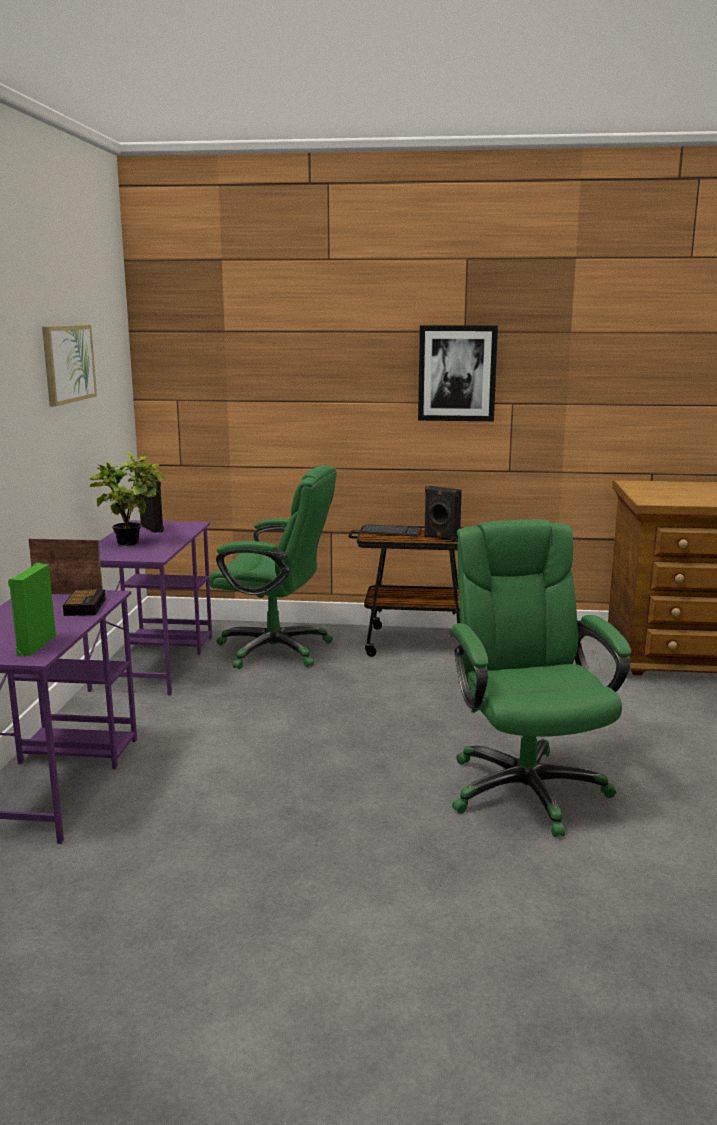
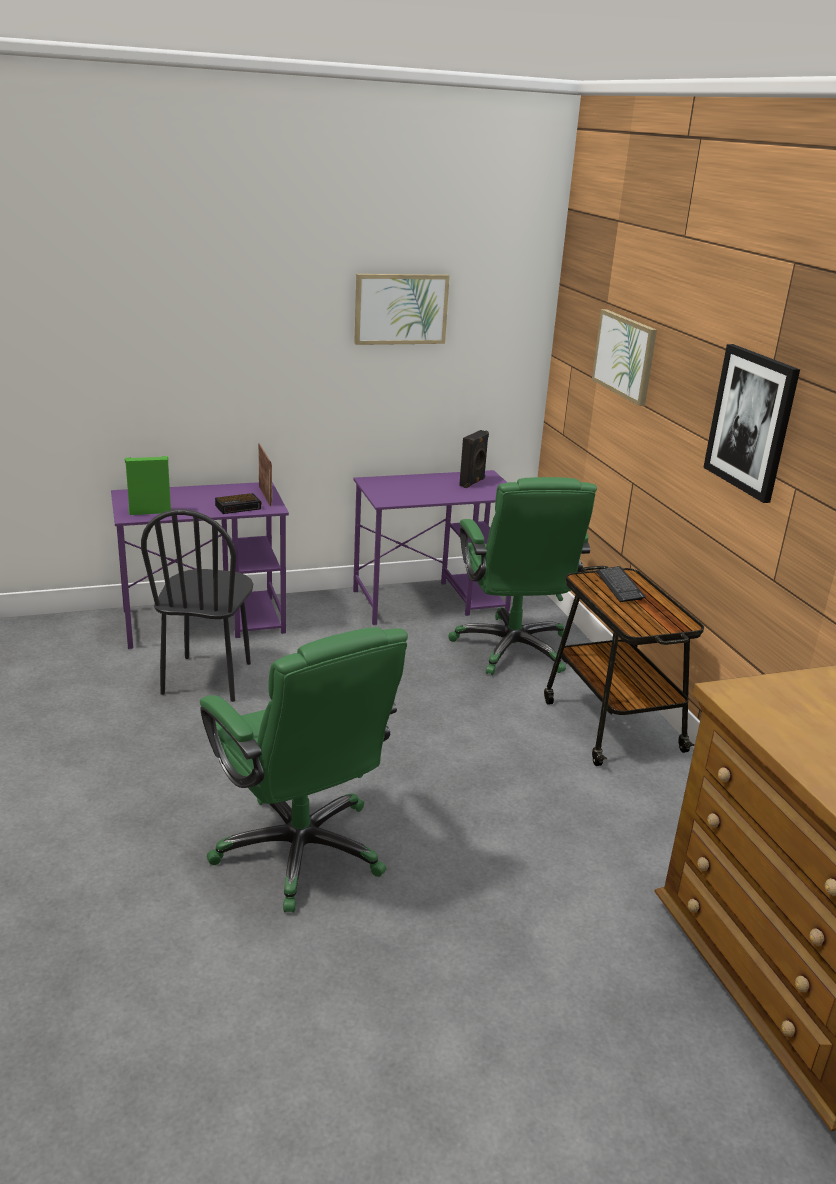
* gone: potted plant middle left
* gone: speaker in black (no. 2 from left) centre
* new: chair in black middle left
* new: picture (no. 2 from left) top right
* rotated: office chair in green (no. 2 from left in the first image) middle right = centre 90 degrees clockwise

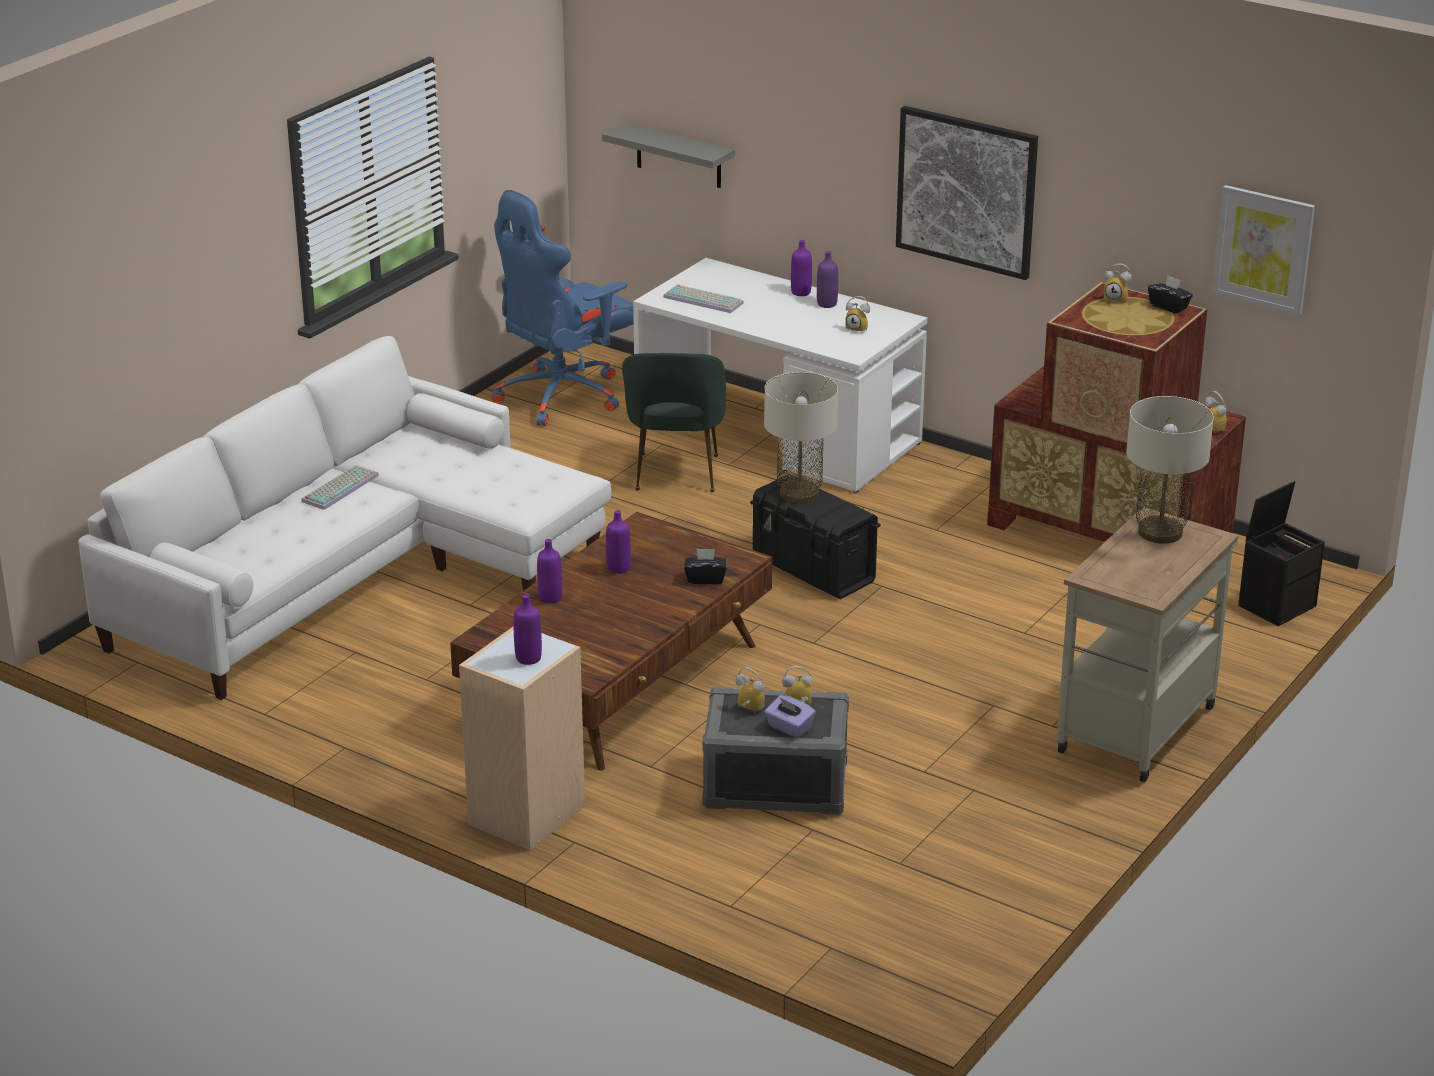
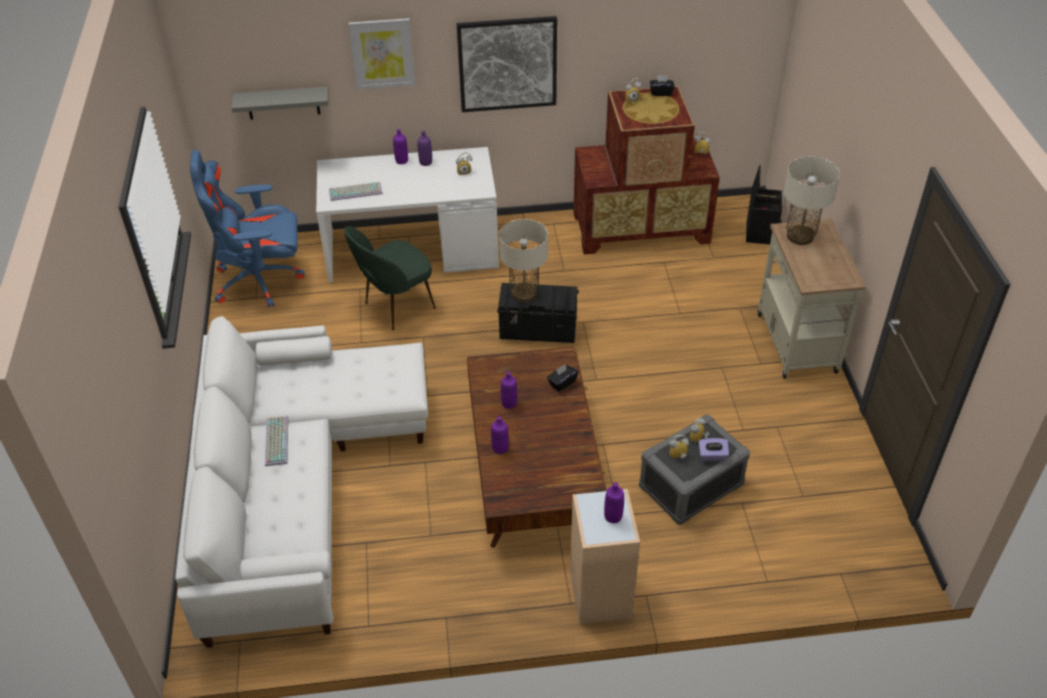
* shifted: picture (no. 2 from left in the first image) top right to picture (no. 1 from left) top centre
* rotated: office chair in blue top centre = top left 75 degrees clockwise
* rotated: chair in green centre = centre 90 degrees clockwise

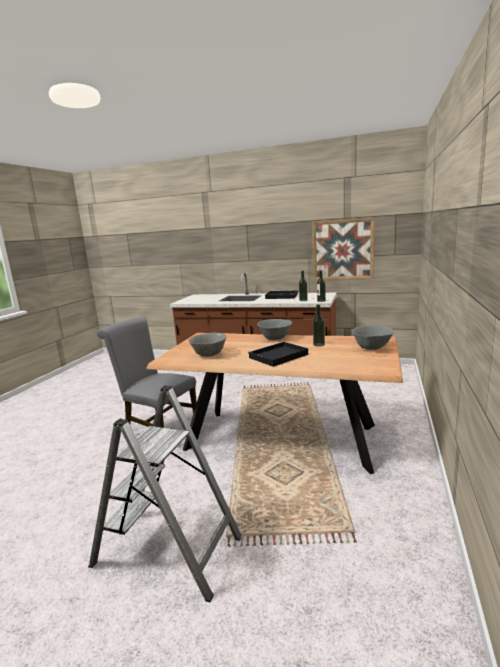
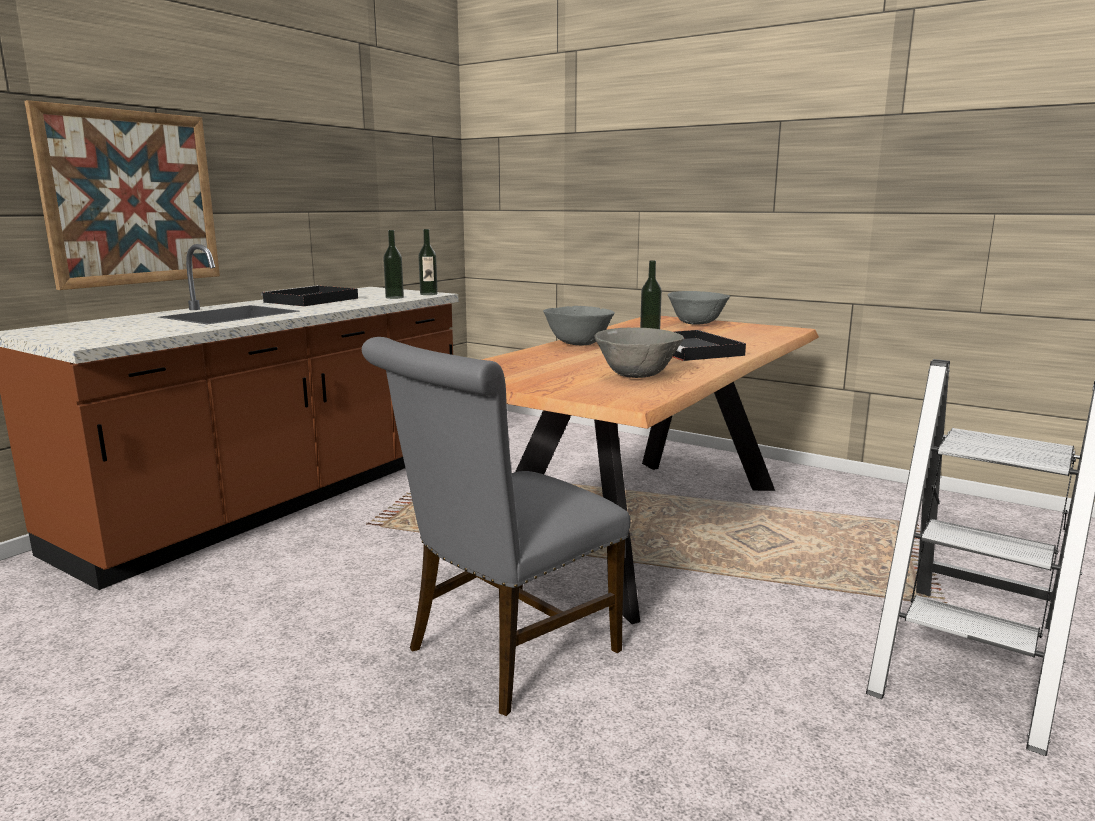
* shifted: picture middle right to top left

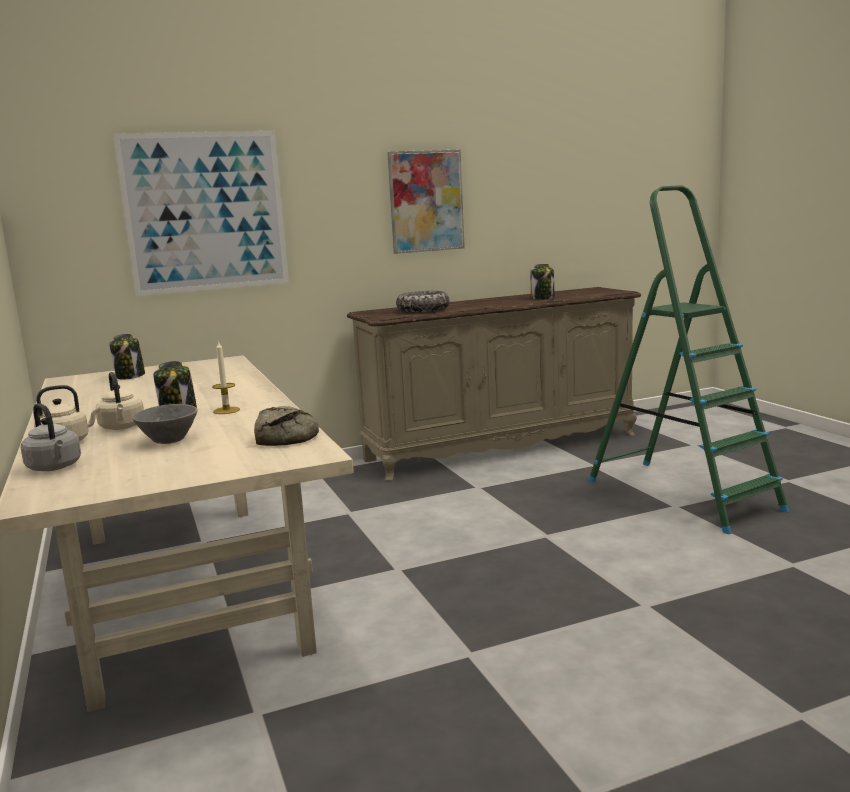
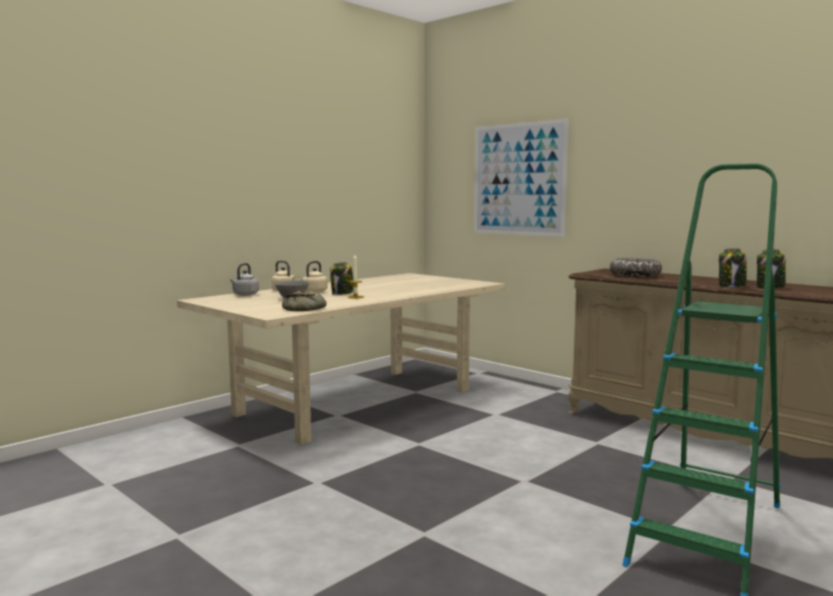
* gone: picture (no. 2 from left) top centre
* shifted: jar (no. 1 from left in the first image) middle left to jar (no. 2 from left) middle right

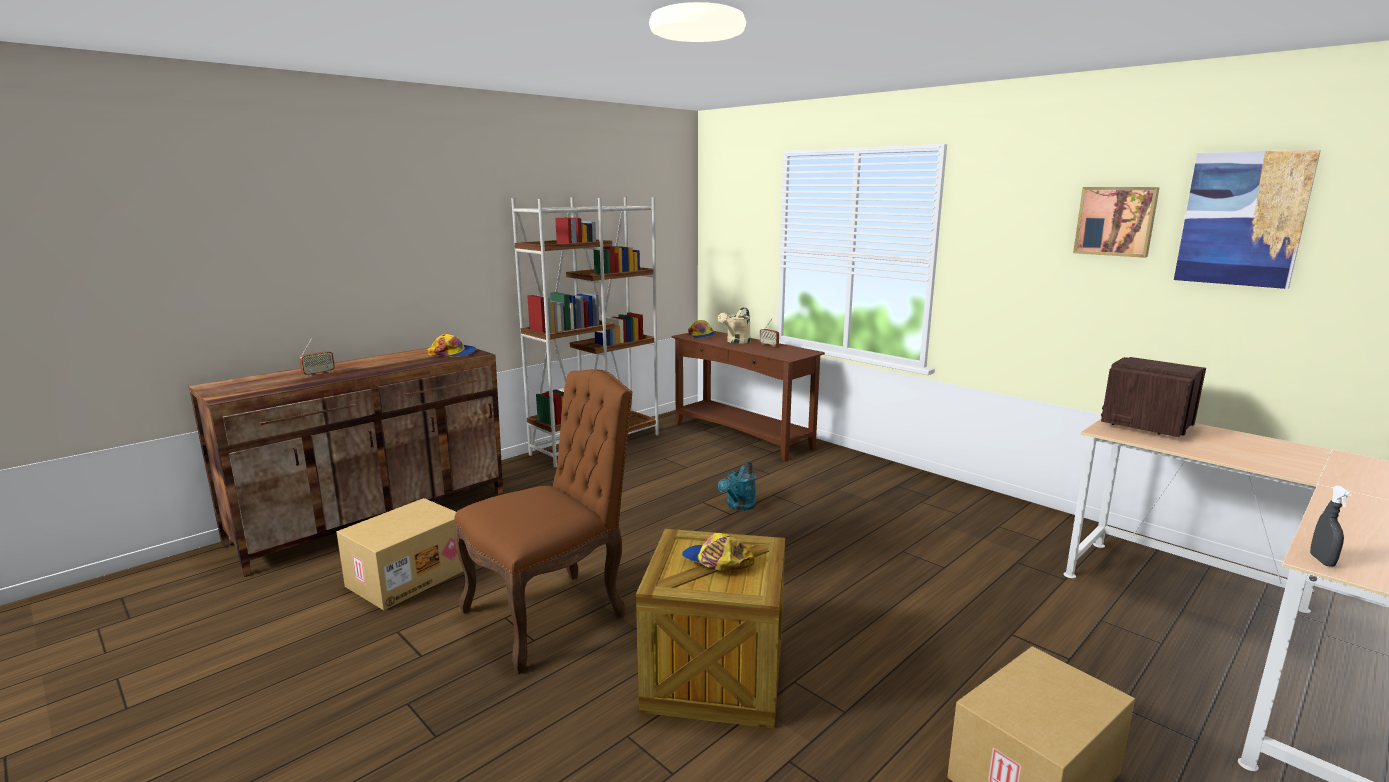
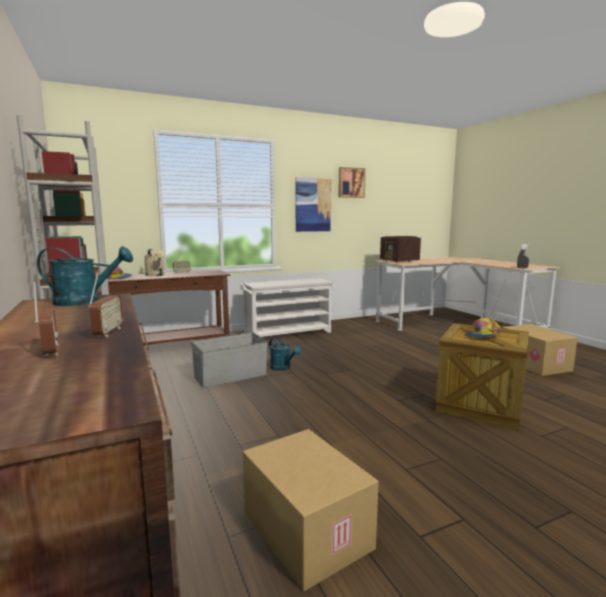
* gone: chair in brown centre
* new: radio (no. 2 from left) middle left
* new: storage box in grey centre
* new: shoe rack in white centre
* shifted: picture (no. 2 from left in the first image) top right to picture (no. 1 from left) centre
* swapped: cap (no. 1 from left) middle left to watering can in turquoise (no. 1 from left) middle left

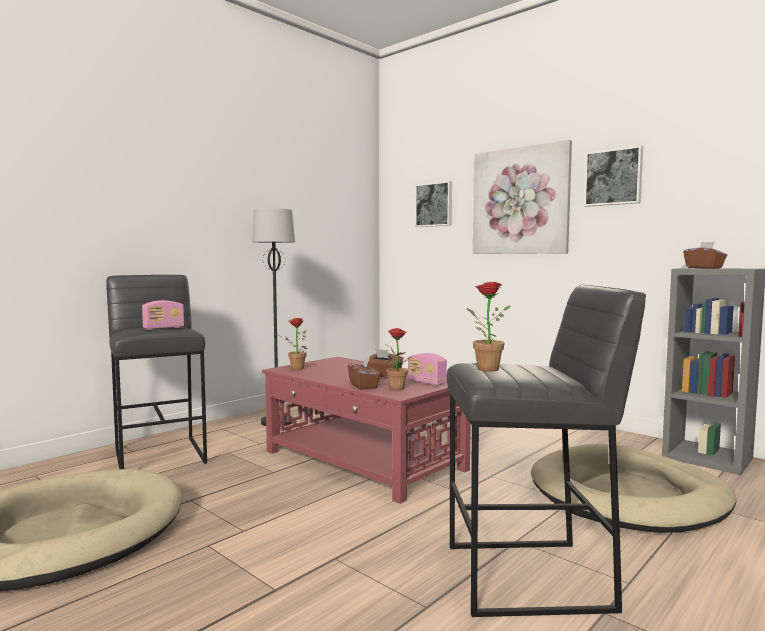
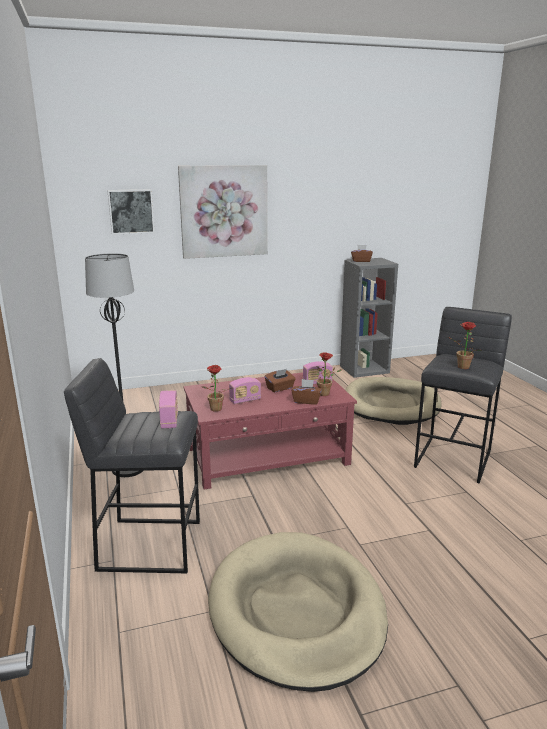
* gone: picture (no. 3 from left) top right
* new: radio (no. 2 from left) centre

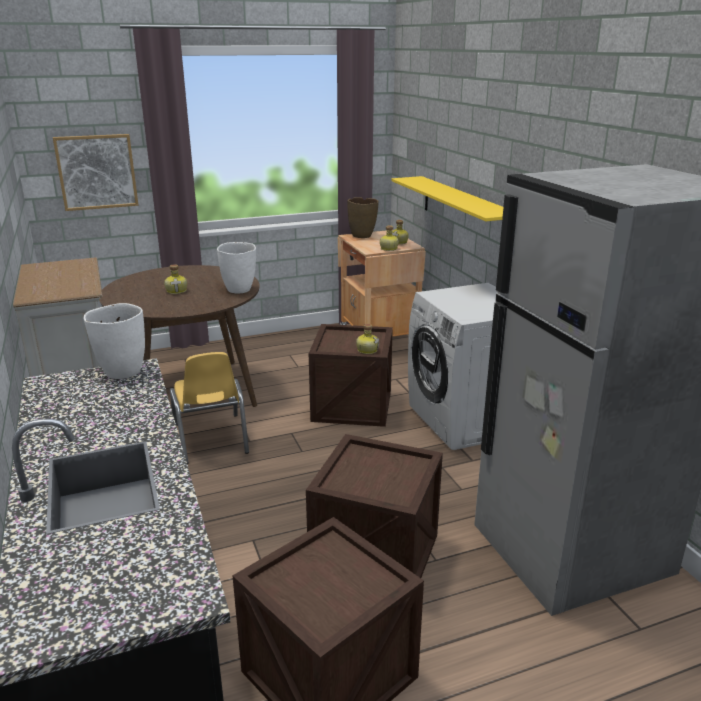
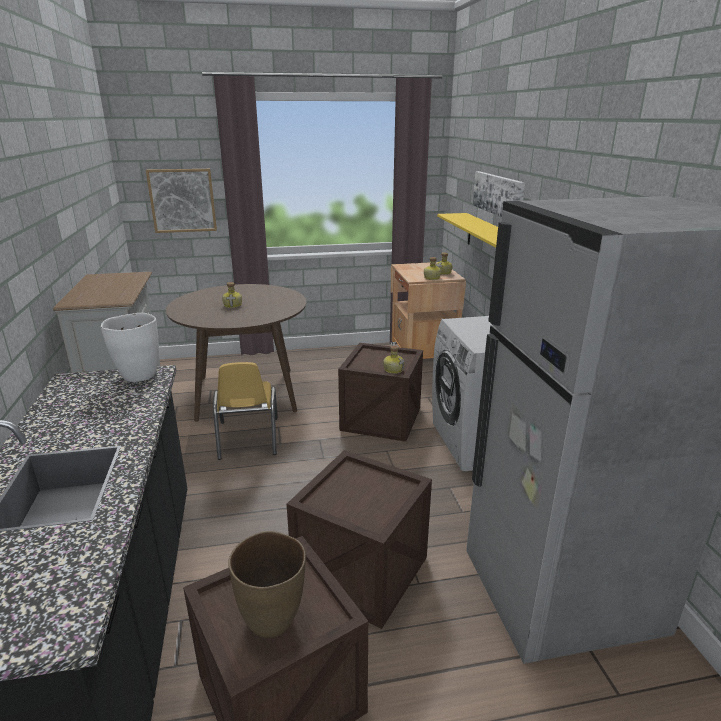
* gone: vase in white (no. 2 from left) centre
* new: picture (no. 2 from left) top right
* shifted: vase in brown top centre to bottom centre

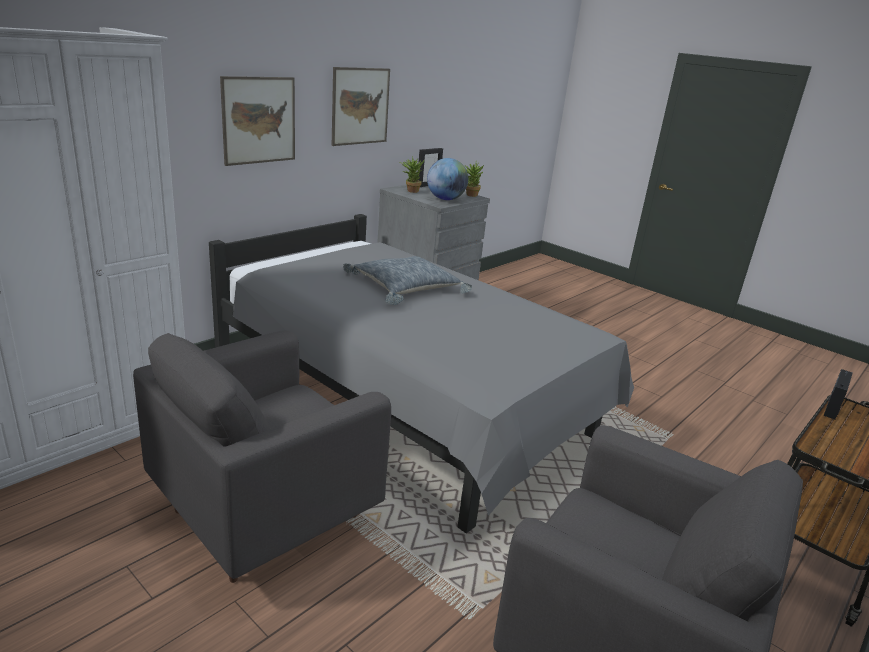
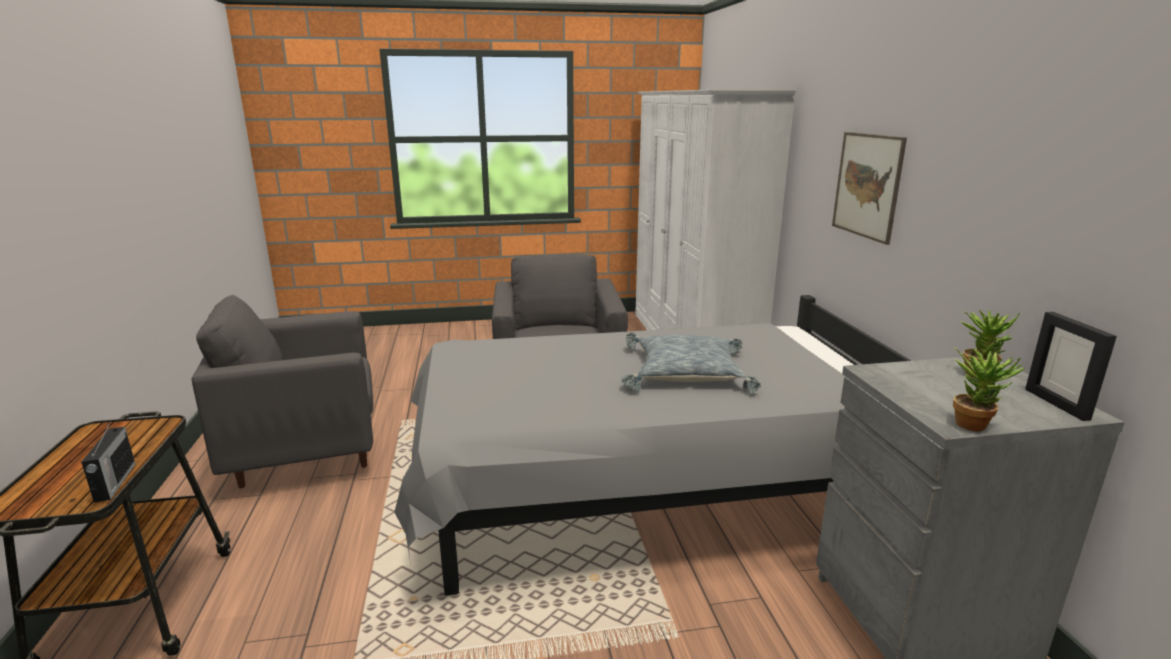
* gone: picture (no. 2 from left) top centre
* gone: globe top centre

